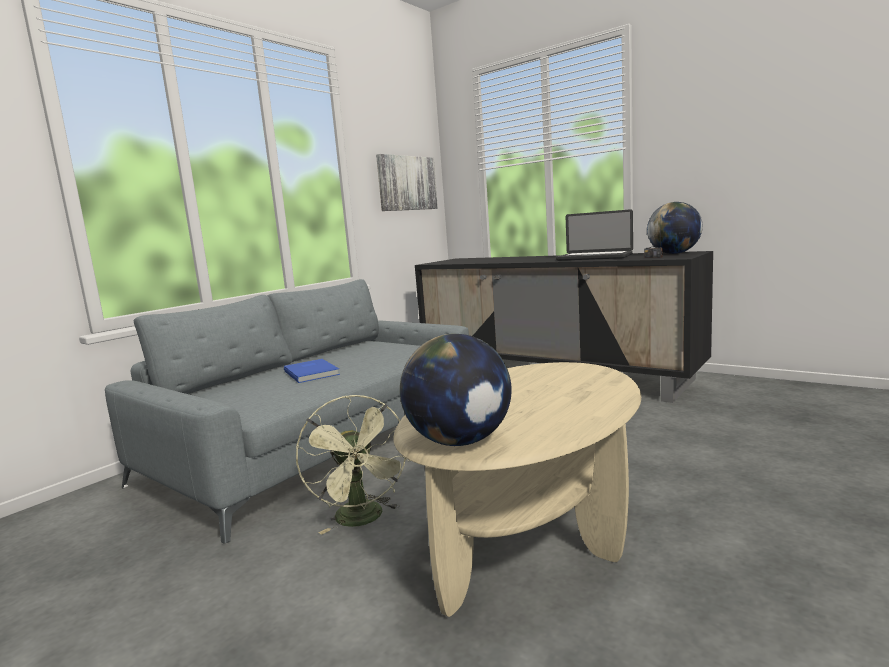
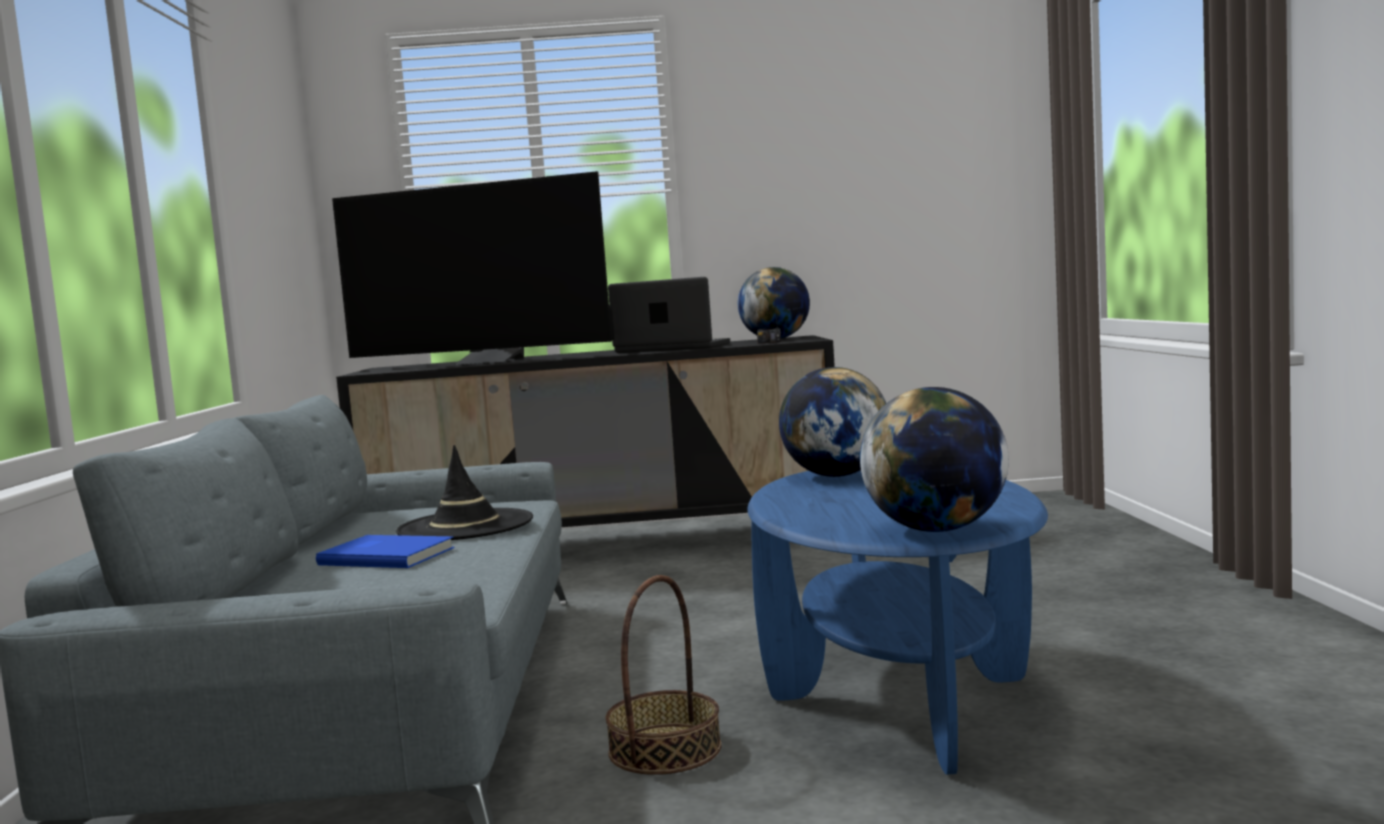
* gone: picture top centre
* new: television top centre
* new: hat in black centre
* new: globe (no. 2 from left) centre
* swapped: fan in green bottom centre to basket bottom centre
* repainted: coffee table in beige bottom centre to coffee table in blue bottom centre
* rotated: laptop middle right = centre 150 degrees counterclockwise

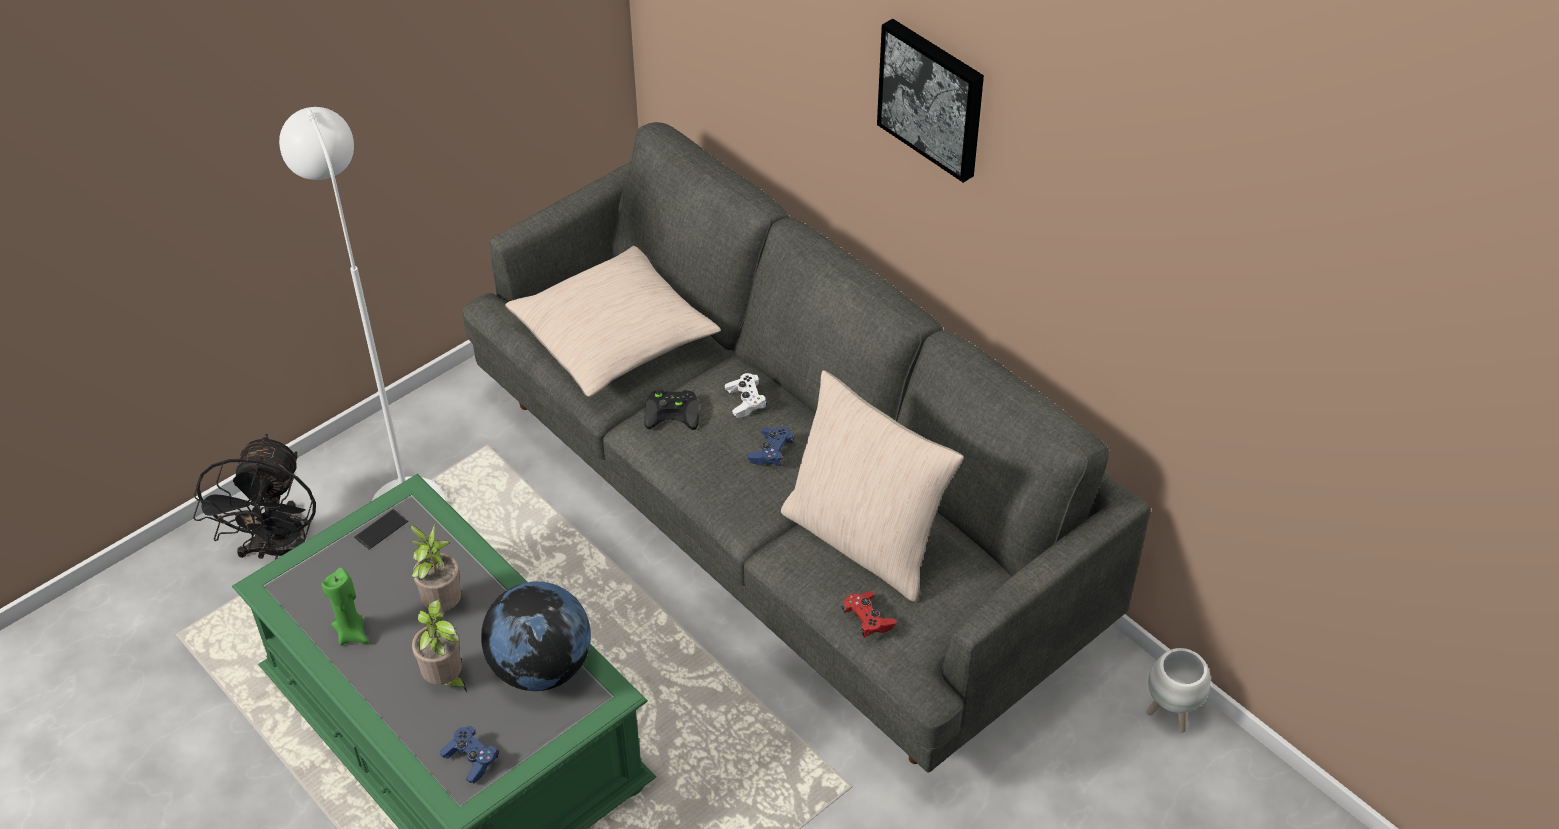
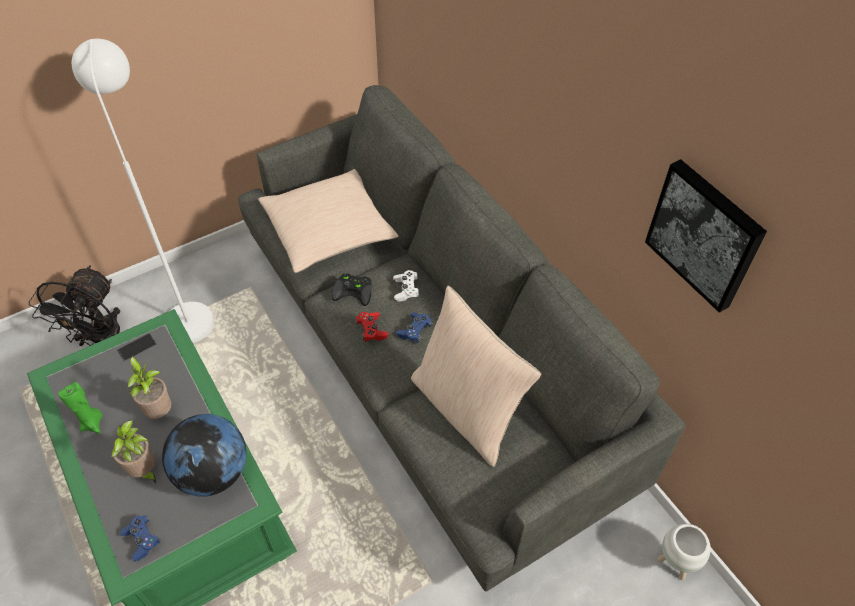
* shifted: game controller in red bottom centre to centre
* shifted: picture top centre to middle right

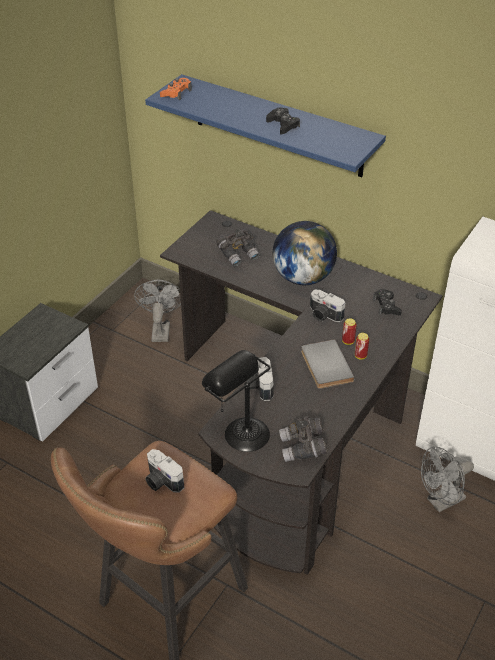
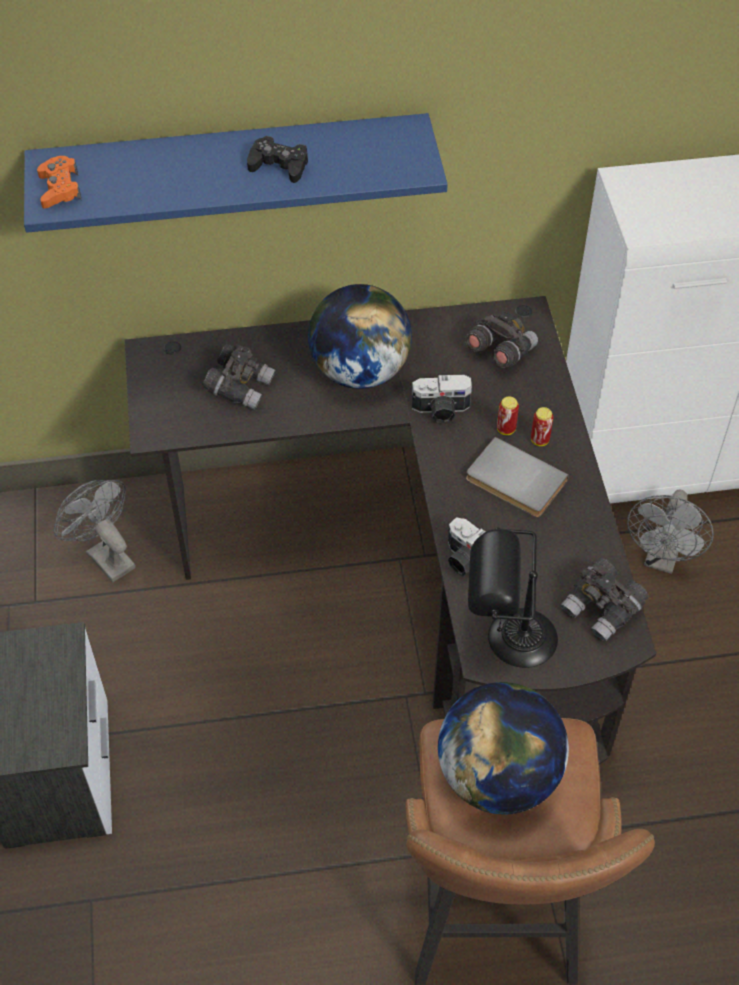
* swapped: photo camera (no. 1 from left) bottom centre to globe (no. 2 from left) bottom right
* swapped: game controller in black (no. 2 from left) middle right to binoculars in grey (no. 2 from left) middle right

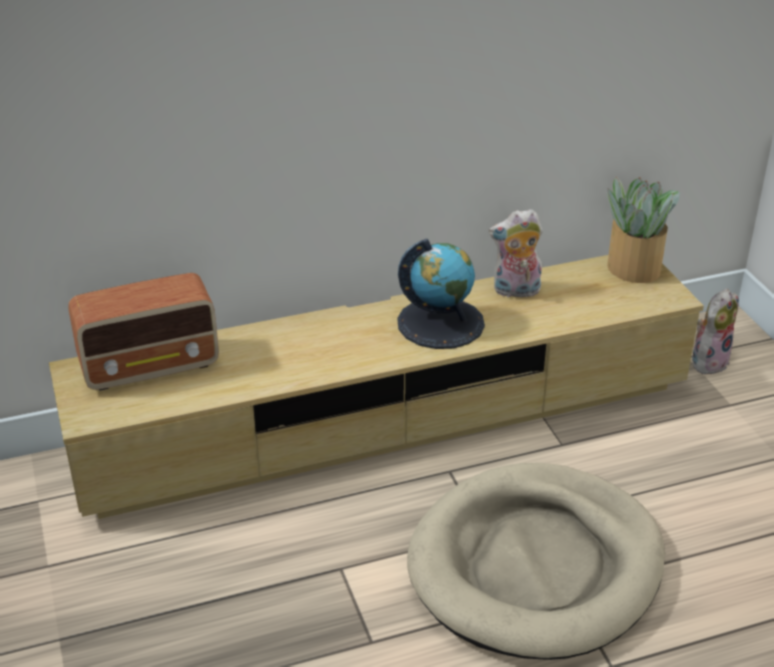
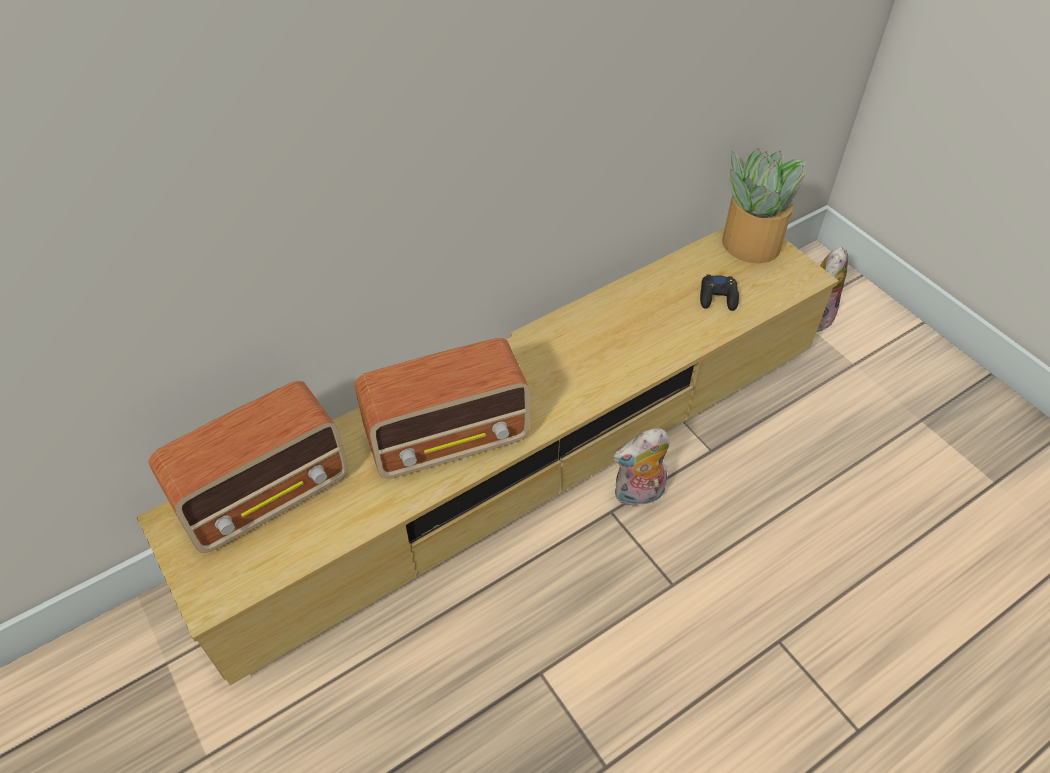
* gone: globe centre
* gone: dog bed in beige bottom right
* new: radio (no. 2 from left) centre
* new: game controller in black middle right
* shifted: plush toy (no. 1 from left) middle right to centre

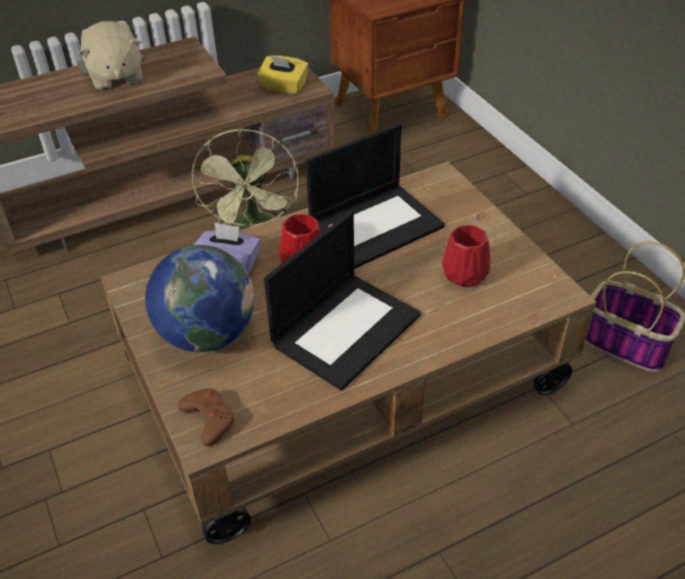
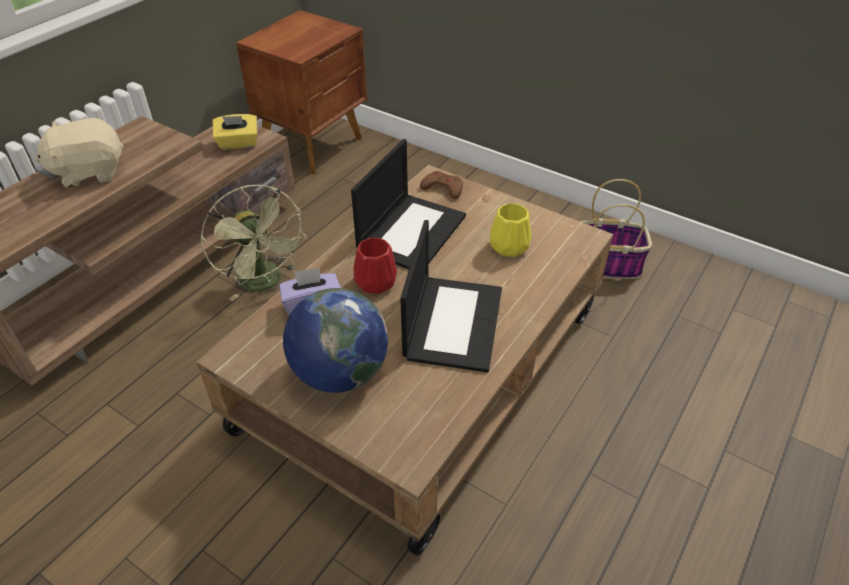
* shifted: game controller in brown bottom left to top centre
* repainted: vase in red (no. 2 from left) middle right to vase in yellow centre
* rotated: plush toy in beige top left = top left 120 degrees clockwise

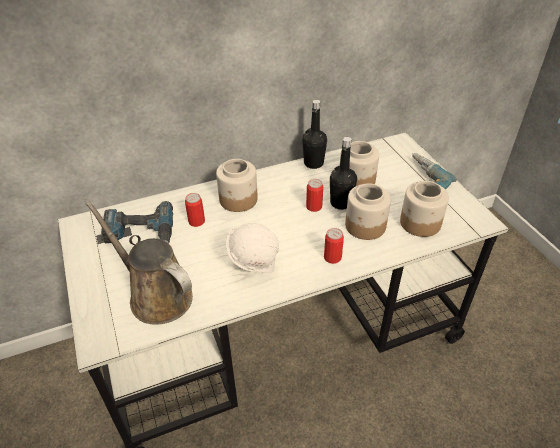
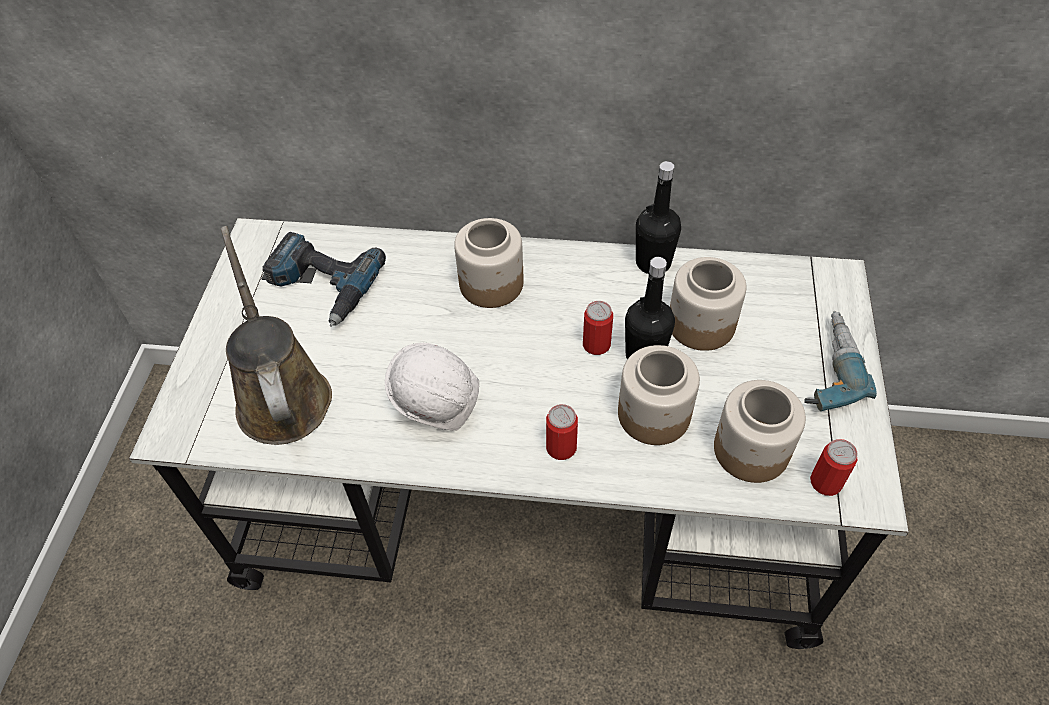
* shifted: can (no. 1 from left in the first image) centre to can (no. 3 from left) middle right

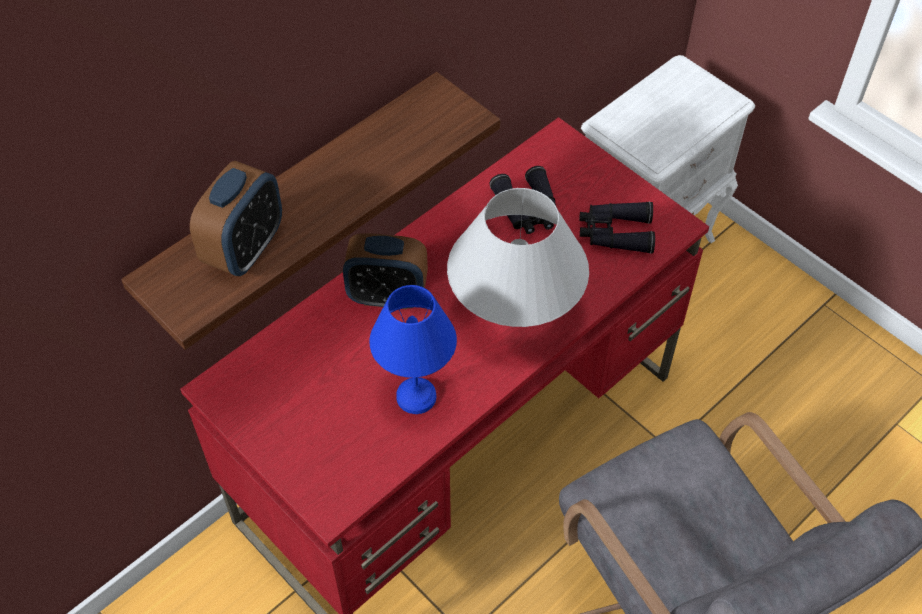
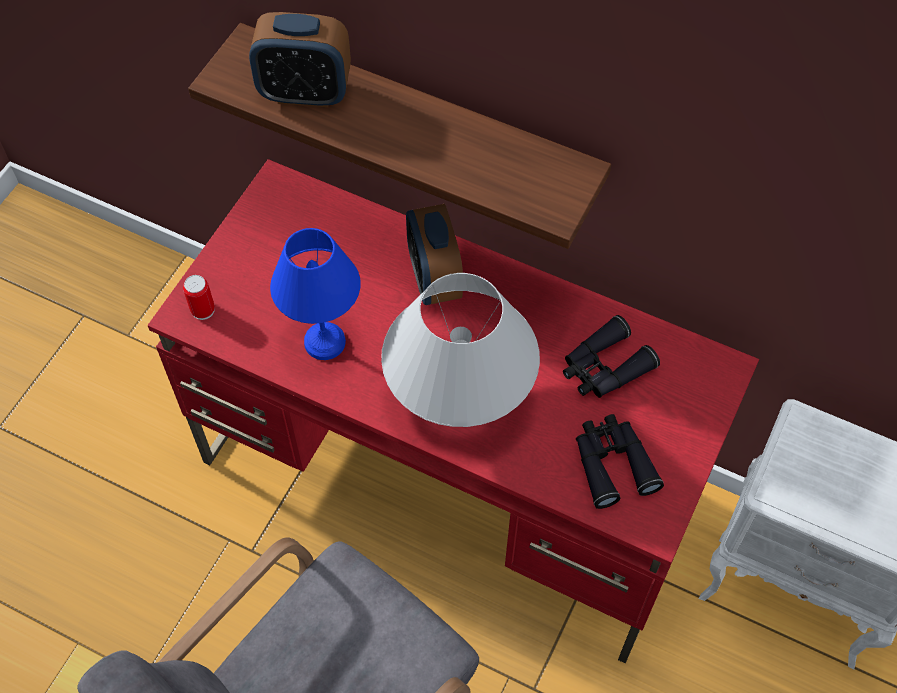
* new: can middle left

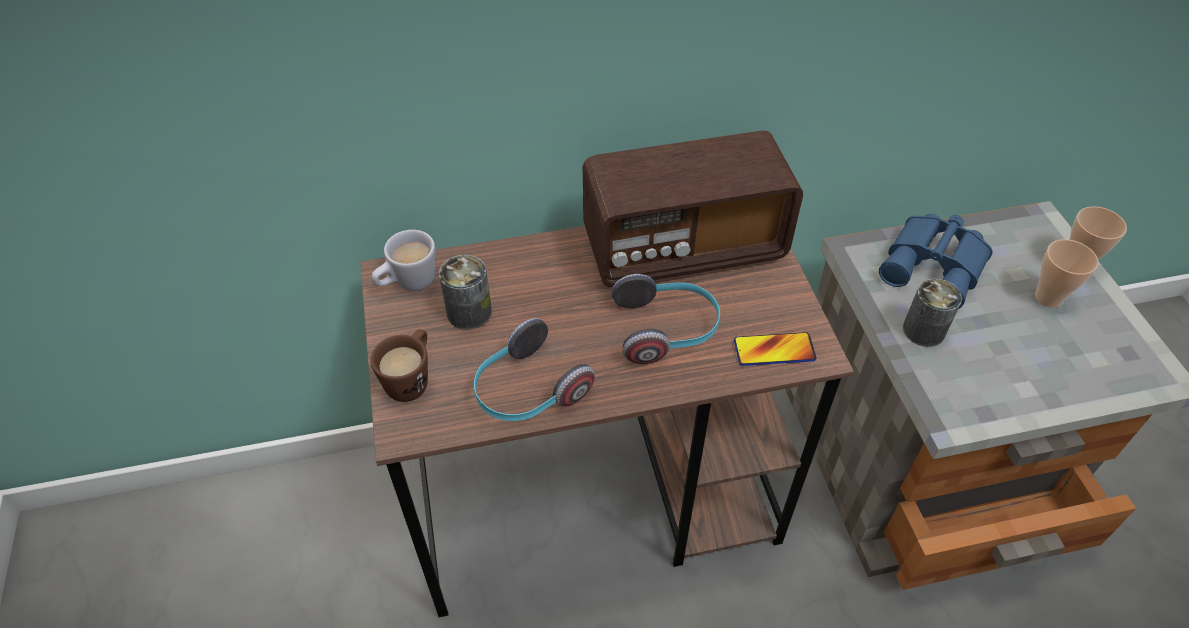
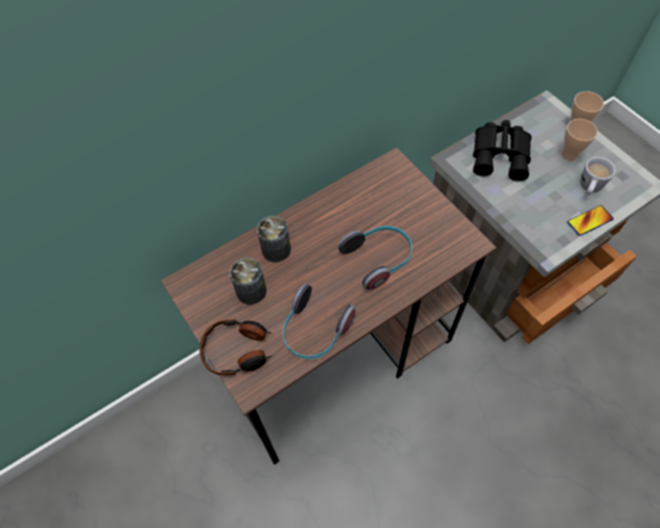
* gone: radio top centre
* shifted: mug in white centre to middle right
* shifted: phone centre to middle right
* shifted: can (no. 2 from left) middle right to centre
* swapped: mug in brown centre to headphones (no. 1 from left) centre
* repainted: binoculars in blue middle right to binoculars in black top right

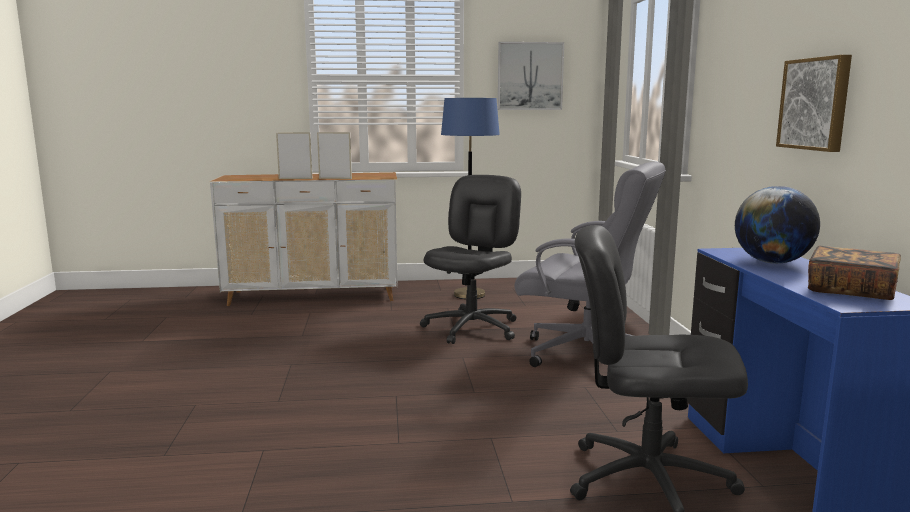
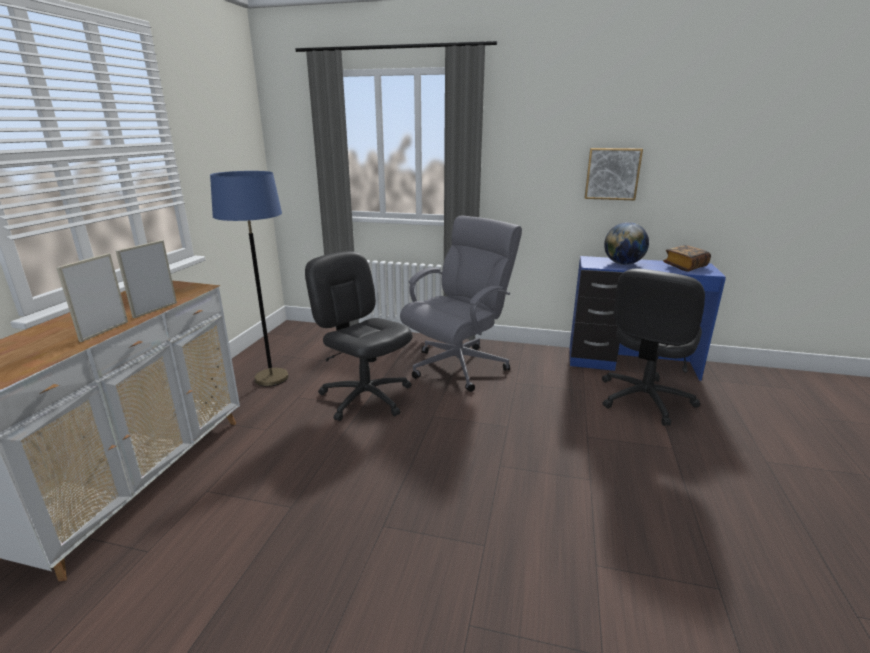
* gone: picture (no. 1 from left) top centre

